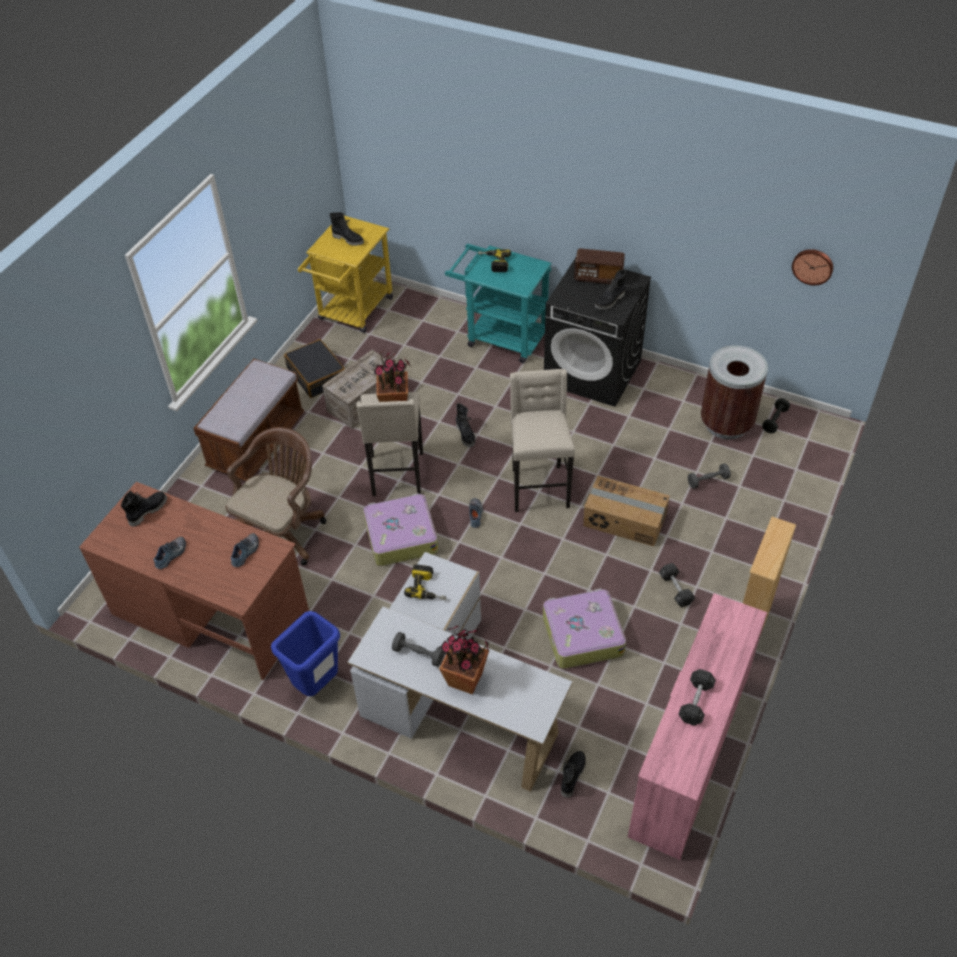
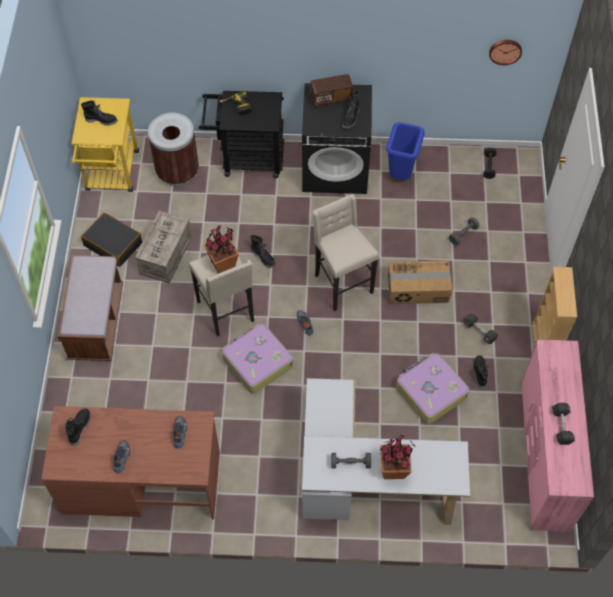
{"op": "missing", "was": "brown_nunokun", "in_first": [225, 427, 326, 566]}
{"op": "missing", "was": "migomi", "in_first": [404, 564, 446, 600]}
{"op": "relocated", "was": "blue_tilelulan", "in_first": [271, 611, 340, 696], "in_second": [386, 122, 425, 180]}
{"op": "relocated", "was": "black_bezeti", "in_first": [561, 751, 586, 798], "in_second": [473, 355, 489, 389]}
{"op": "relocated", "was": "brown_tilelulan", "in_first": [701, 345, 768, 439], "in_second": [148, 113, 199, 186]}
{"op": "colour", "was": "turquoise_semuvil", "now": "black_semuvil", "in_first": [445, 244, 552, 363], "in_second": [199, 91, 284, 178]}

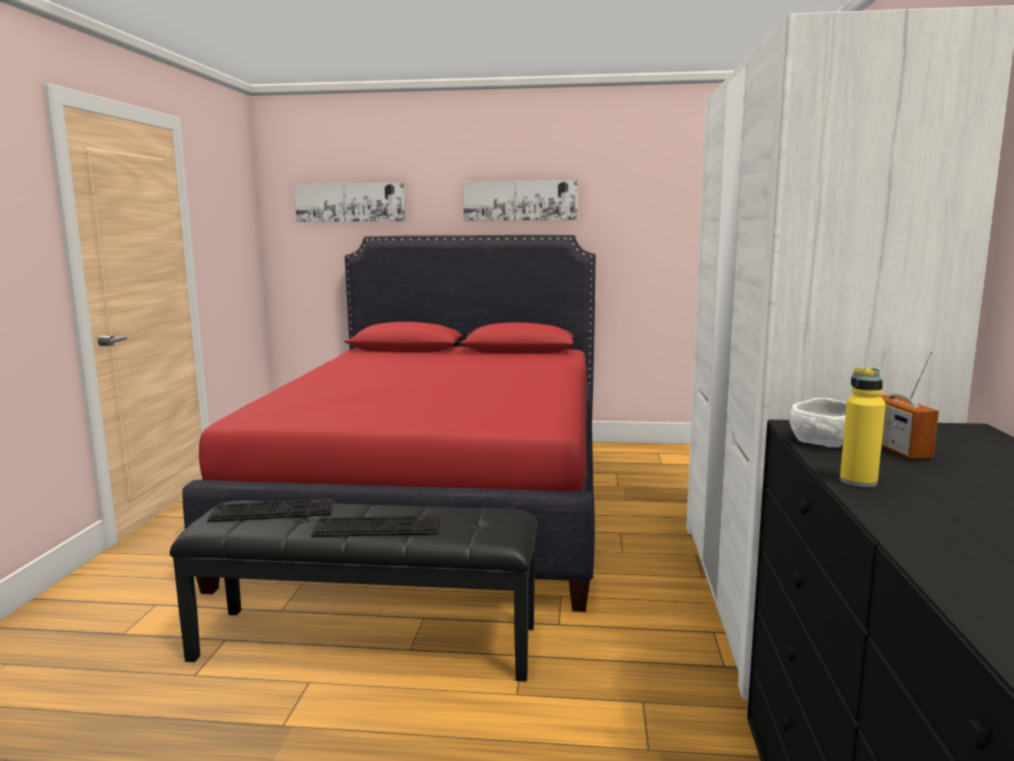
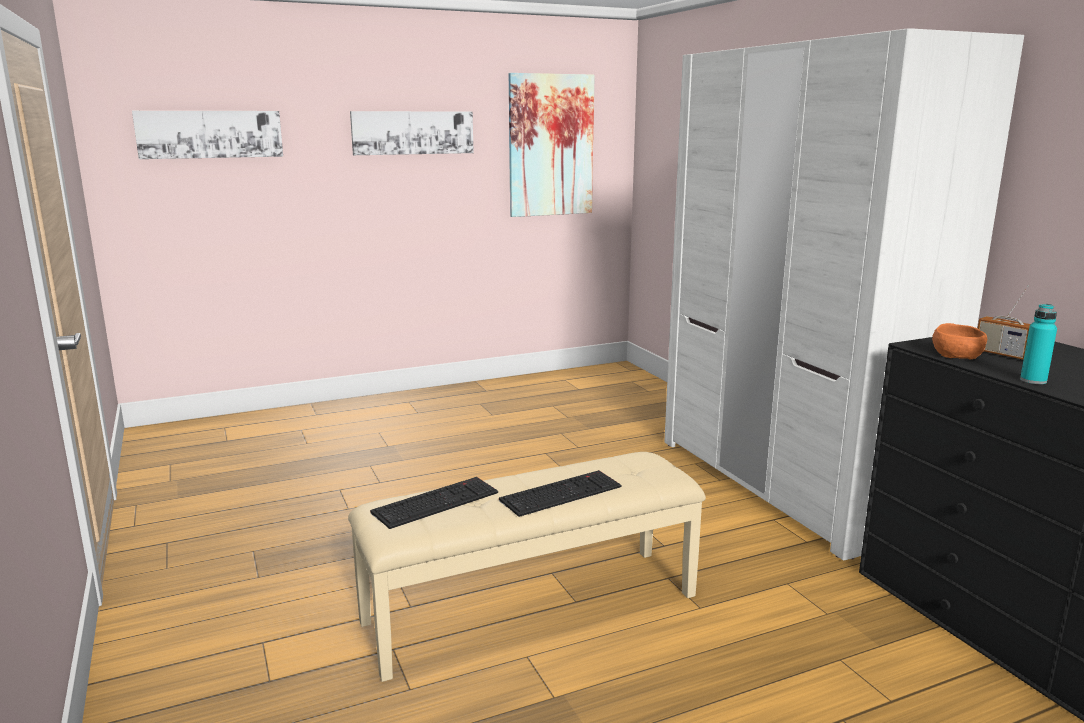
{"op": "missing", "was": "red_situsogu", "in_first": [183, 235, 596, 612]}
{"op": "appeared", "now": "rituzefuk", "in_second": [509, 73, 595, 217]}
{"op": "colour", "was": "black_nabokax", "now": "beige_nabokax", "in_first": [170, 501, 537, 681], "in_second": [348, 452, 706, 682]}
{"op": "colour", "was": "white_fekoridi", "now": "orange_fekoridi", "in_first": [789, 398, 847, 448], "in_second": [932, 323, 987, 359]}
{"op": "colour", "was": "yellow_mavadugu", "now": "turquoise_mavadugu", "in_first": [840, 368, 886, 487], "in_second": [1020, 304, 1057, 384]}

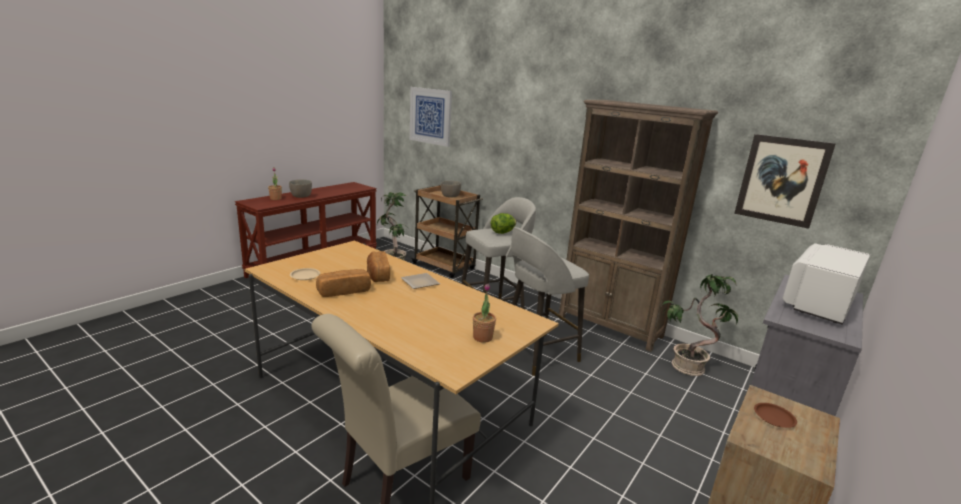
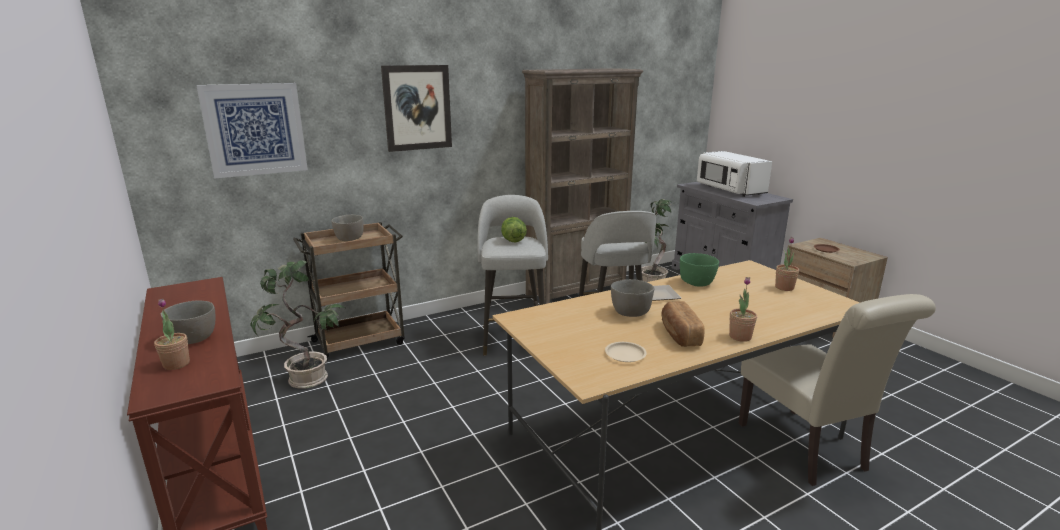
{"op": "appeared", "now": "green_fekoridi", "in_second": [680, 253, 719, 287]}
{"op": "appeared", "now": "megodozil", "in_second": [729, 277, 757, 342]}
{"op": "relocated", "was": "rituzefuk", "in_first": [734, 134, 836, 229], "in_second": [381, 65, 452, 152]}
{"op": "exchanged", "was": "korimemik", "now": "grey_fekoridi", "in_first": [367, 251, 390, 282], "in_second": [611, 279, 654, 317]}

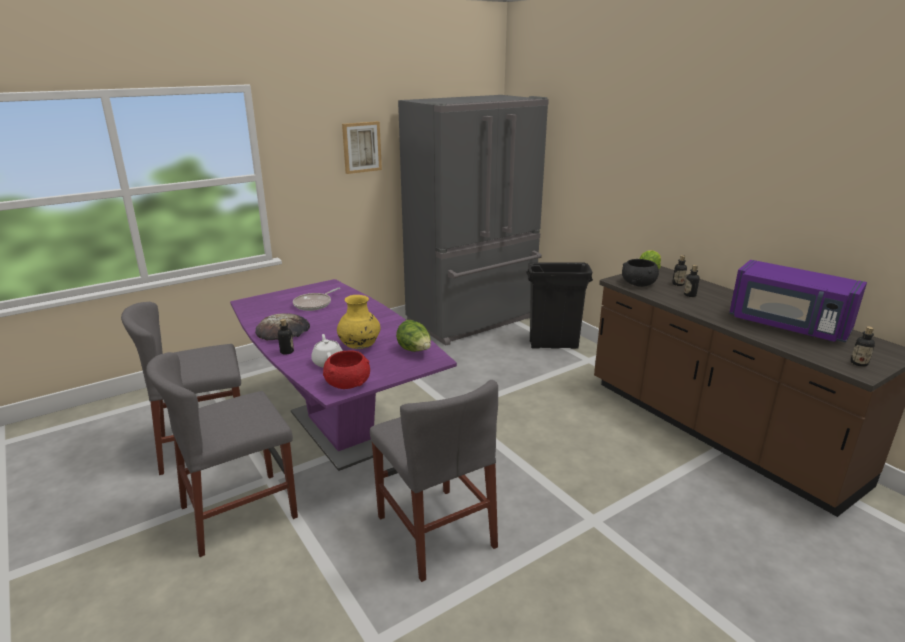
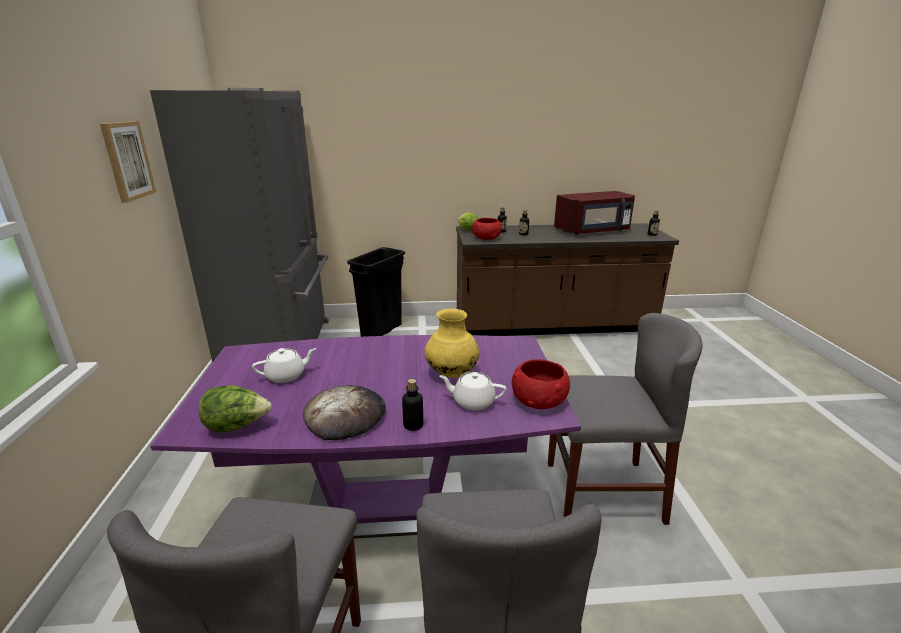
{"op": "relocated", "was": "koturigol", "in_first": [396, 320, 431, 352], "in_second": [199, 386, 272, 432]}
{"op": "exchanged", "was": "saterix", "now": "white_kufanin", "in_first": [293, 287, 341, 311], "in_second": [252, 348, 316, 383]}
{"op": "colour", "was": "black_fekoridi", "now": "red_fekoridi", "in_first": [622, 259, 659, 287], "in_second": [472, 218, 502, 240]}
{"op": "colour", "was": "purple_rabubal", "now": "red_rabubal", "in_first": [729, 260, 867, 342], "in_second": [554, 191, 635, 235]}

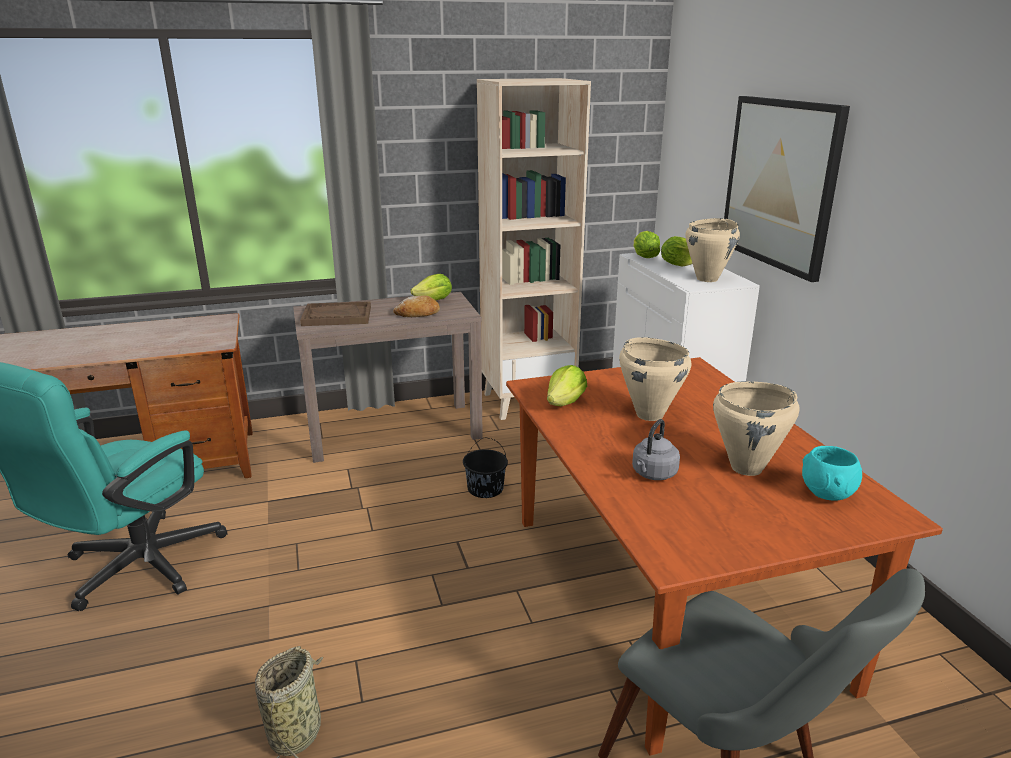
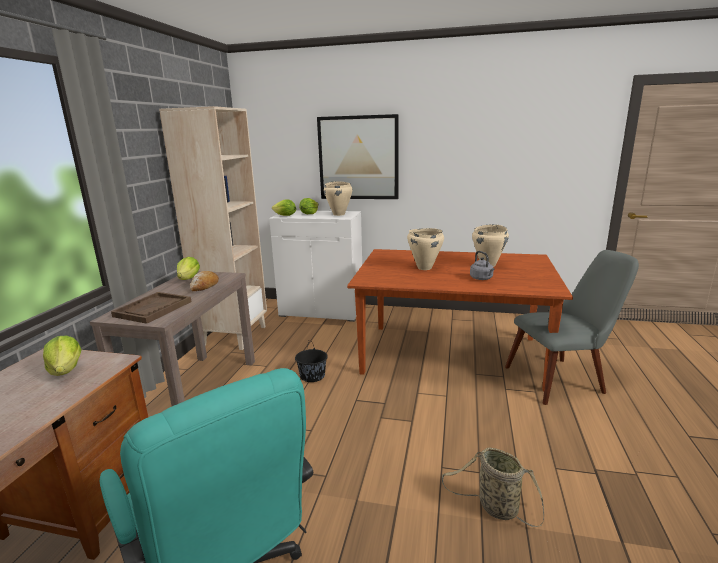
{"op": "missing", "was": "turquoise_fekoridi", "in_first": [802, 446, 862, 501]}
{"op": "relocated", "was": "koturigol", "in_first": [547, 365, 587, 406], "in_second": [43, 336, 81, 376]}

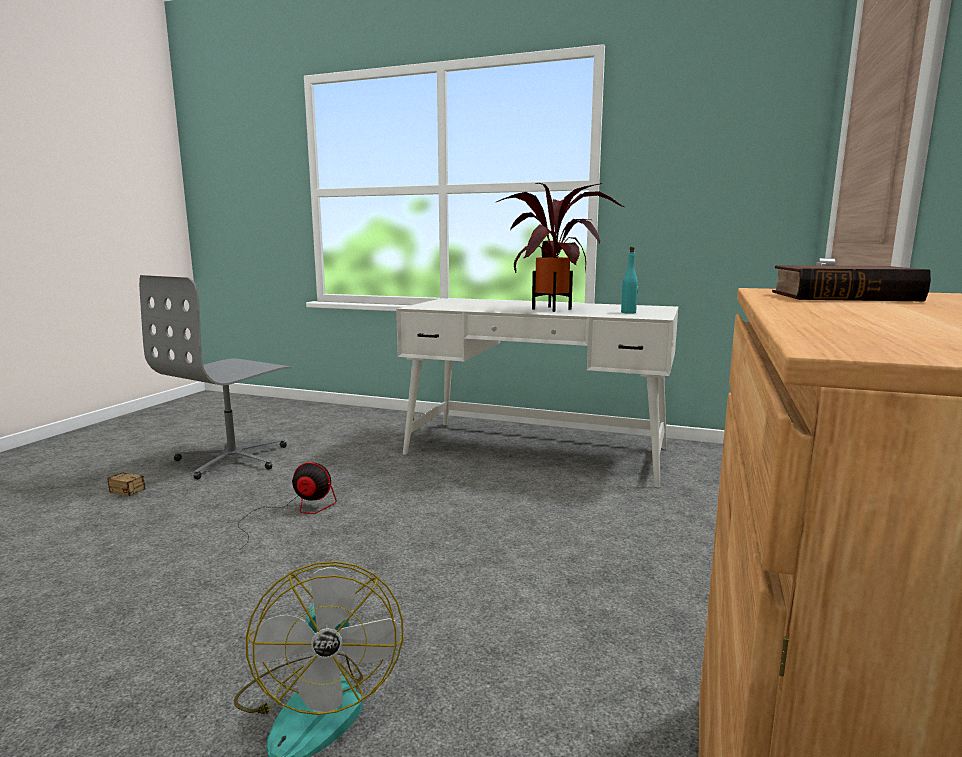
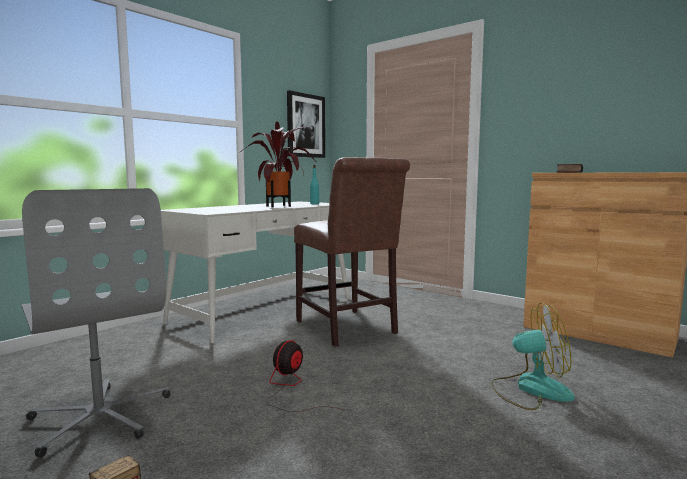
{"op": "appeared", "now": "rituzefuk", "in_second": [287, 90, 325, 158]}
{"op": "appeared", "now": "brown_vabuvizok", "in_second": [294, 157, 410, 347]}

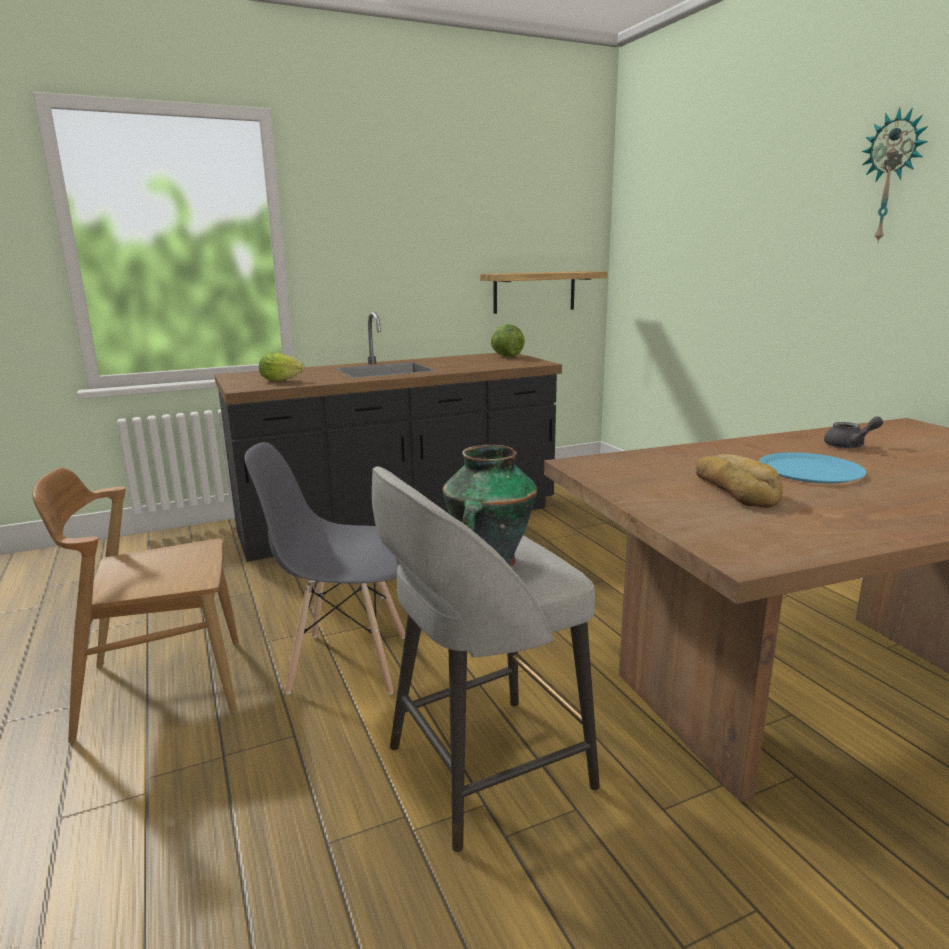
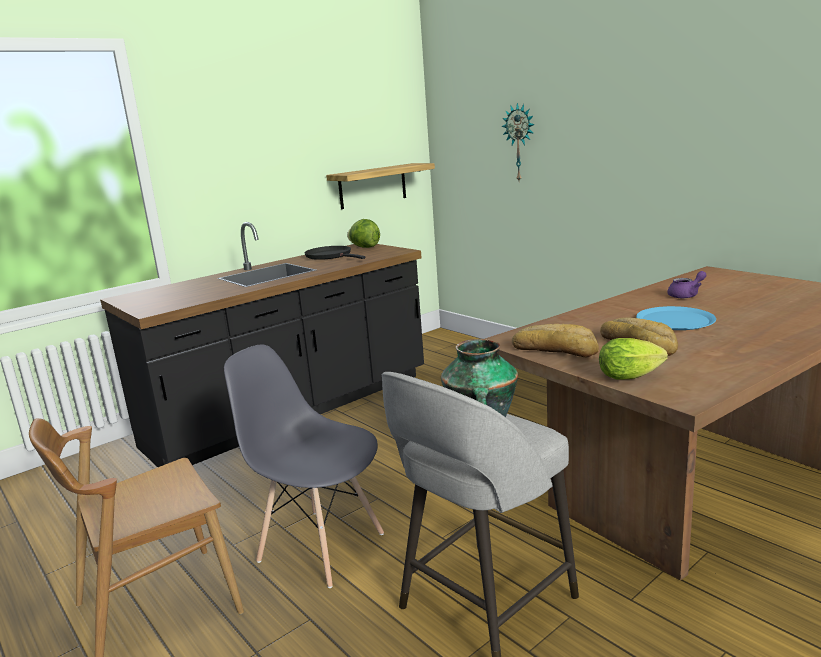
{"op": "appeared", "now": "black_saterix", "in_second": [304, 246, 365, 260]}
{"op": "appeared", "now": "korimemik", "in_second": [512, 324, 599, 357]}
{"op": "relocated", "was": "koturigol", "in_first": [259, 352, 304, 381], "in_second": [599, 338, 668, 380]}
{"op": "relocated", "was": "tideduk", "in_first": [861, 107, 928, 244], "in_second": [502, 102, 535, 181]}
{"op": "colour", "was": "grey_kufanin", "now": "purple_kufanin", "in_first": [824, 416, 883, 449], "in_second": [667, 271, 707, 298]}
{"op": "spun", "was": "grey_vabuvizok", "in_first": [245, 442, 405, 695], "in_second": [224, 344, 384, 588], "clockwise": 45}

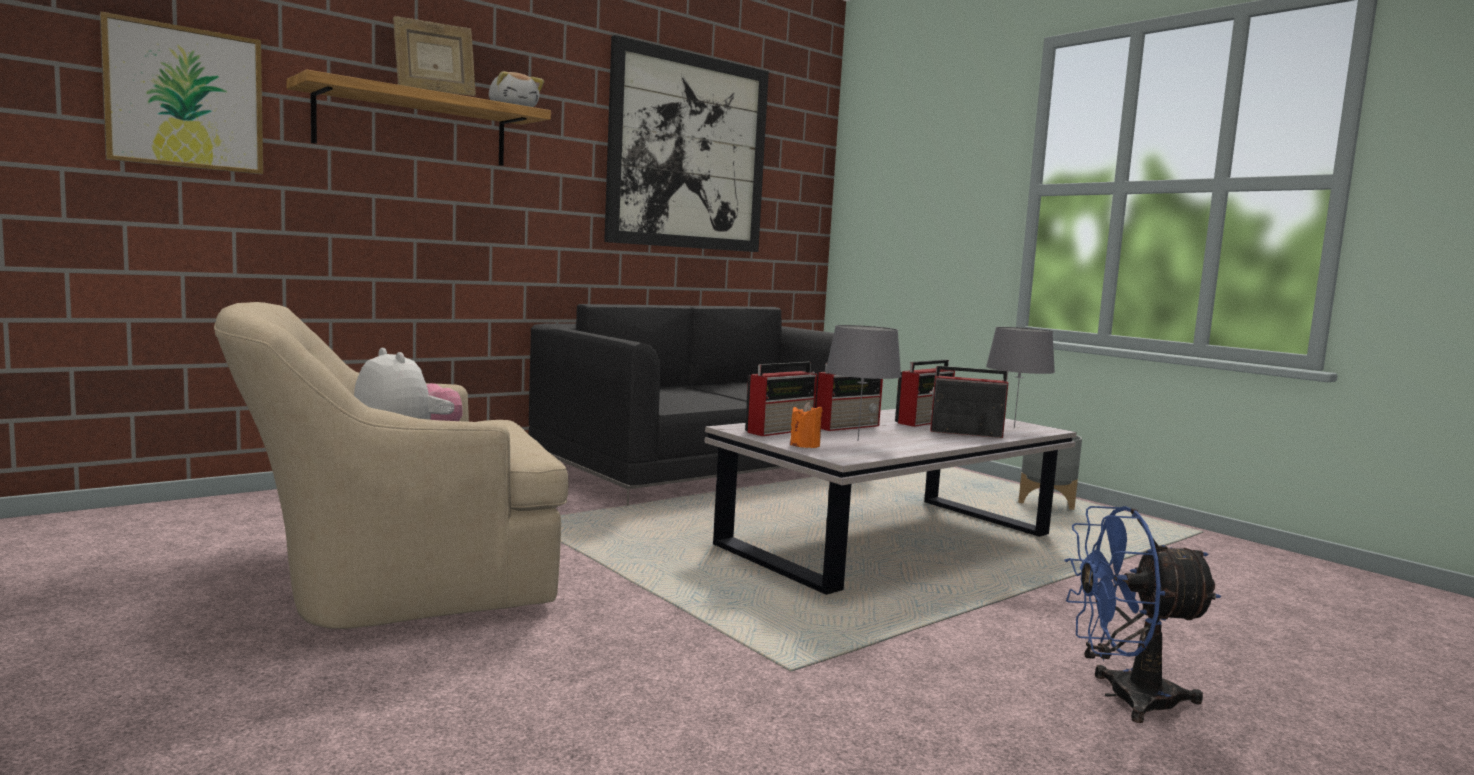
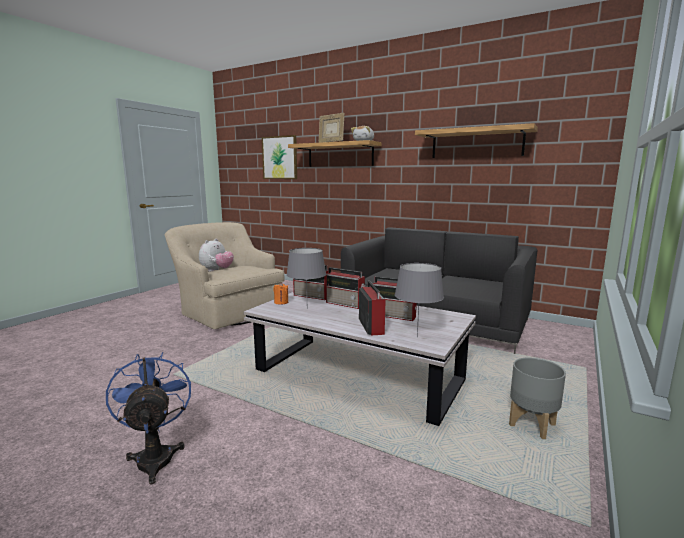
{"op": "exchanged", "was": "rituzefuk", "now": "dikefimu", "in_first": [604, 35, 769, 252], "in_second": [415, 123, 538, 158]}

